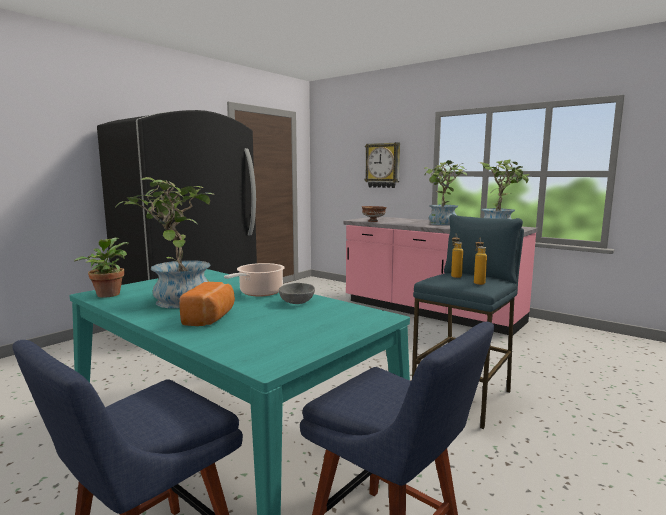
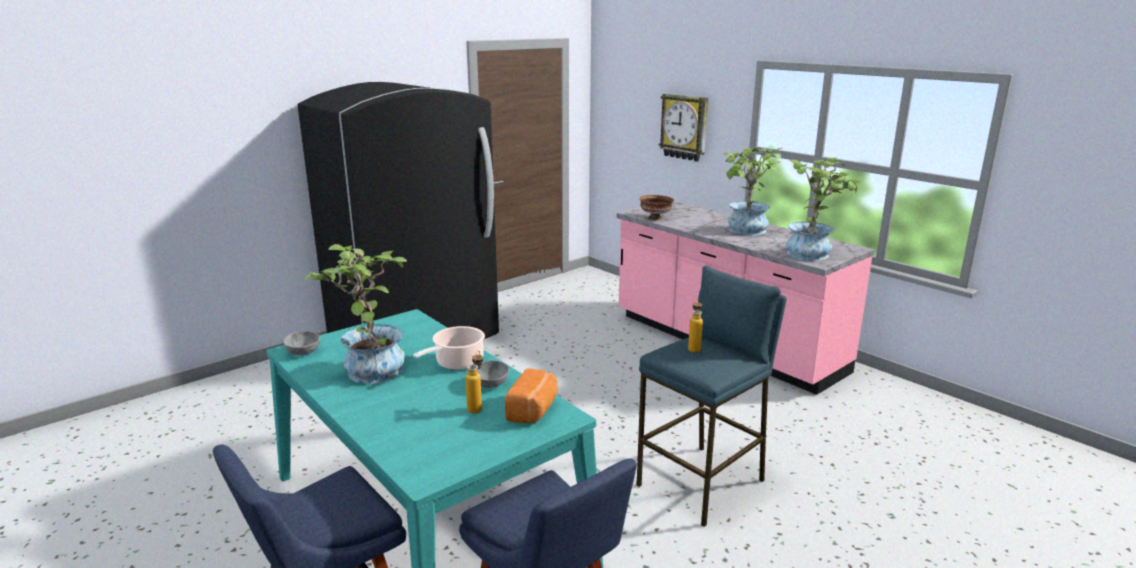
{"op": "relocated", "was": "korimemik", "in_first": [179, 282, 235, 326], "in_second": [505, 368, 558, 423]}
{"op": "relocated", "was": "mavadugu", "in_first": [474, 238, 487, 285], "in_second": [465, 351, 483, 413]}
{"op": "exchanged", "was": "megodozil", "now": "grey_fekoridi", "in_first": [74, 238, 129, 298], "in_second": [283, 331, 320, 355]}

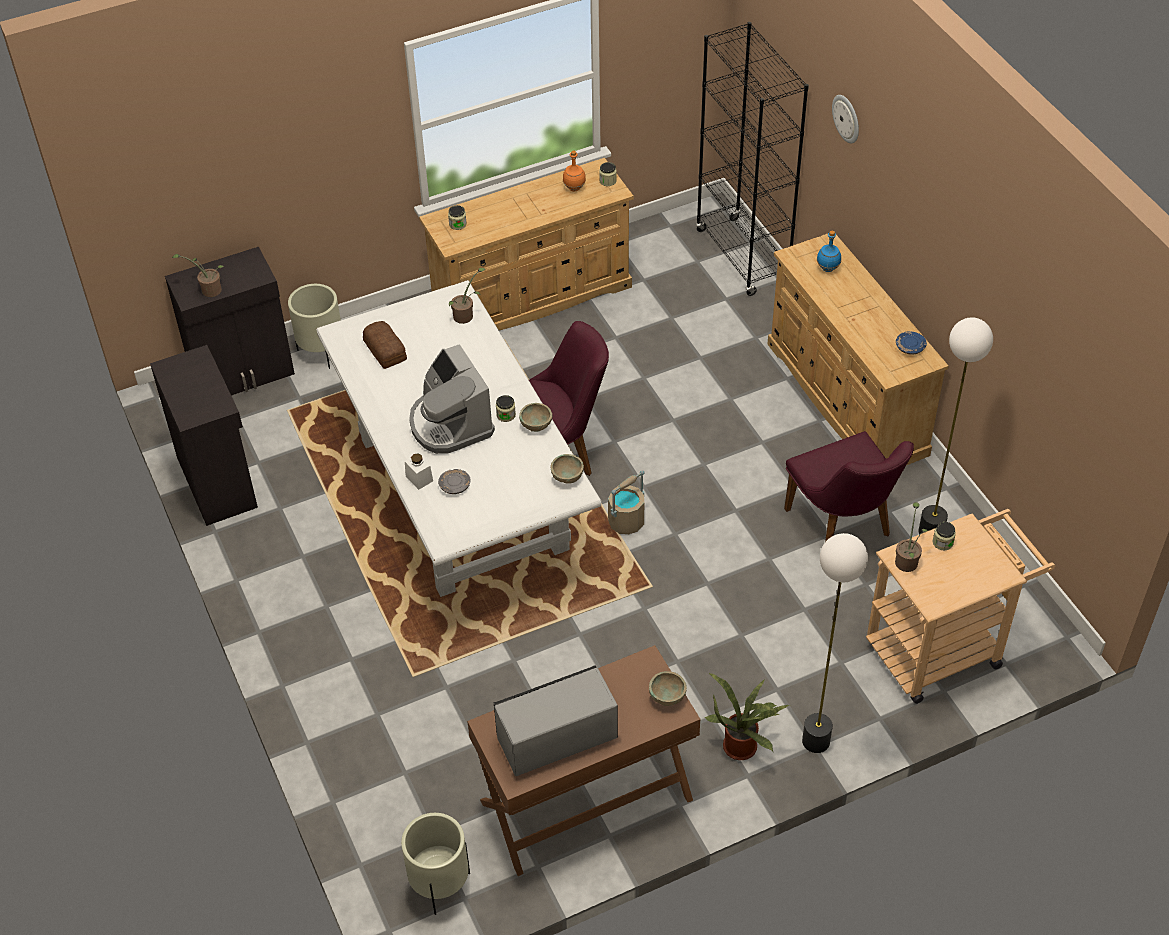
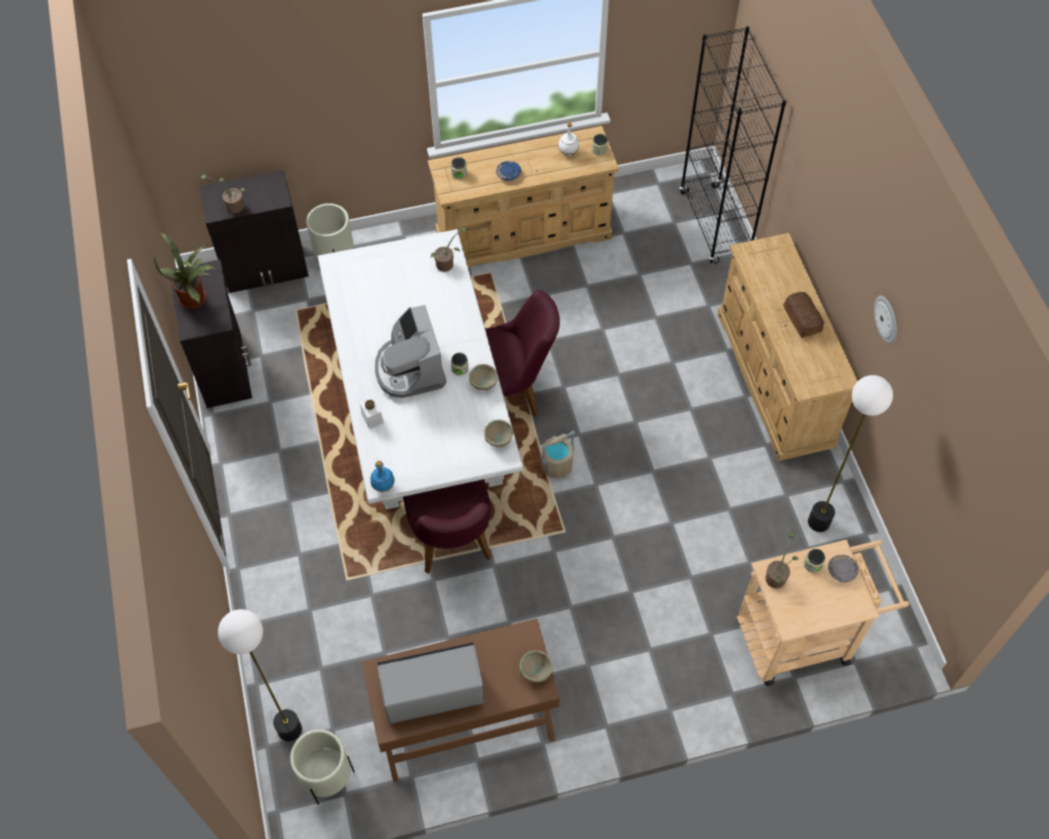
{"op": "relocated", "was": "korimemik", "in_first": [363, 321, 407, 369], "in_second": [783, 292, 824, 338]}
{"op": "relocated", "was": "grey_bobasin", "in_first": [438, 469, 471, 494], "in_second": [828, 555, 858, 582]}
{"op": "relocated", "was": "megodozil", "in_first": [704, 672, 789, 760], "in_second": [153, 233, 215, 309]}
{"op": "relocated", "was": "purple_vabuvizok", "in_first": [784, 431, 914, 542], "in_second": [403, 479, 492, 574]}
{"op": "relocated", "was": "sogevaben", "in_first": [802, 533, 868, 753], "in_second": [218, 609, 302, 741]}
{"op": "relocated", "was": "blue_mavadugu", "in_first": [817, 231, 841, 272], "in_second": [370, 461, 395, 492]}
{"op": "relocated", "was": "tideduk", "in_first": [832, 95, 859, 143], "in_second": [874, 296, 897, 344]}
{"op": "relocated", "was": "blue_bobasin", "in_first": [896, 331, 927, 354], "in_second": [496, 161, 521, 181]}
{"op": "colour", "was": "orange_mavadugu", "now": "white_mavadugu", "in_first": [563, 151, 586, 191], "in_second": [558, 122, 579, 156]}

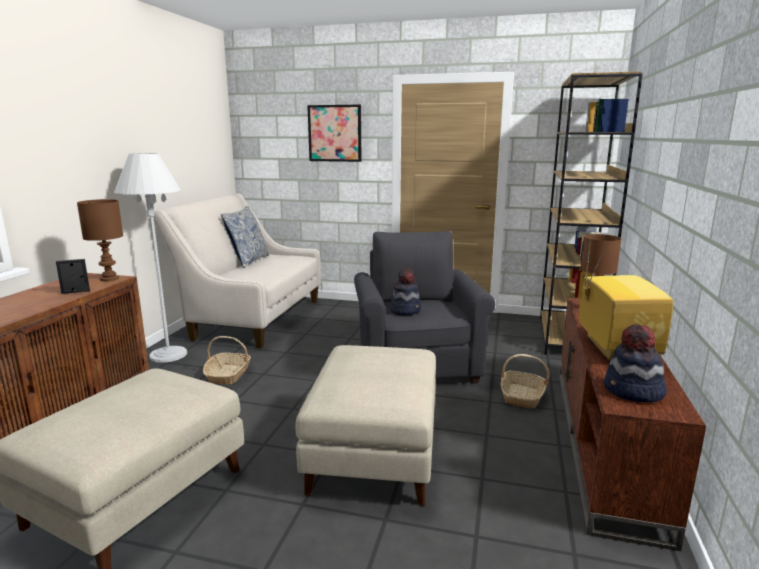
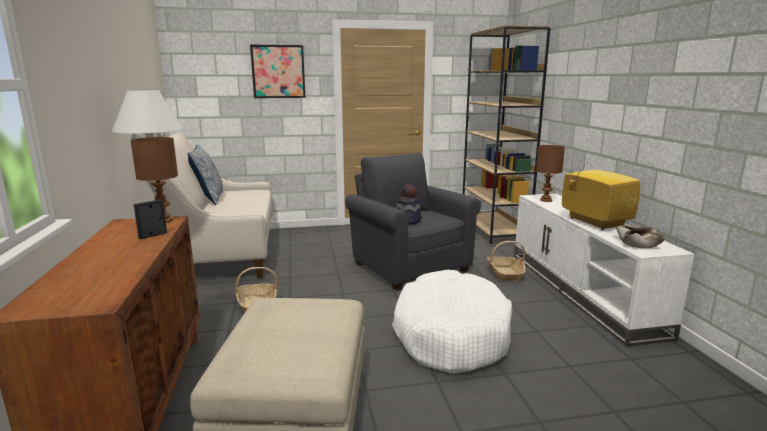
{"op": "exchanged", "was": "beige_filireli", "now": "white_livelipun", "in_first": [296, 345, 436, 505], "in_second": [392, 270, 512, 374]}
{"op": "exchanged", "was": "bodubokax", "now": "beige_fekoridi", "in_first": [604, 324, 667, 403], "in_second": [616, 225, 666, 248]}
{"op": "colour", "was": "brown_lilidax", "now": "white_lilidax", "in_first": [559, 298, 706, 551], "in_second": [514, 194, 695, 346]}

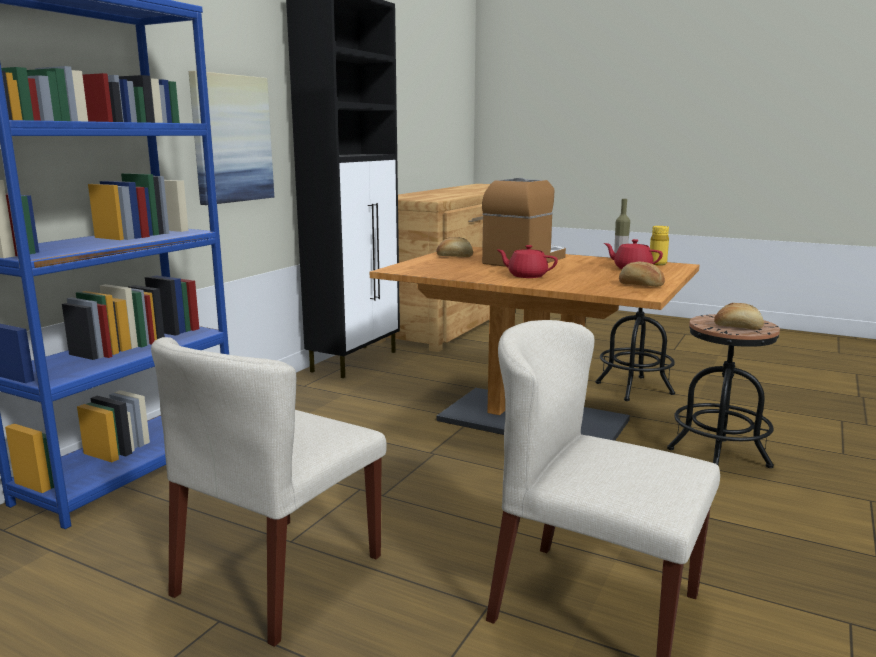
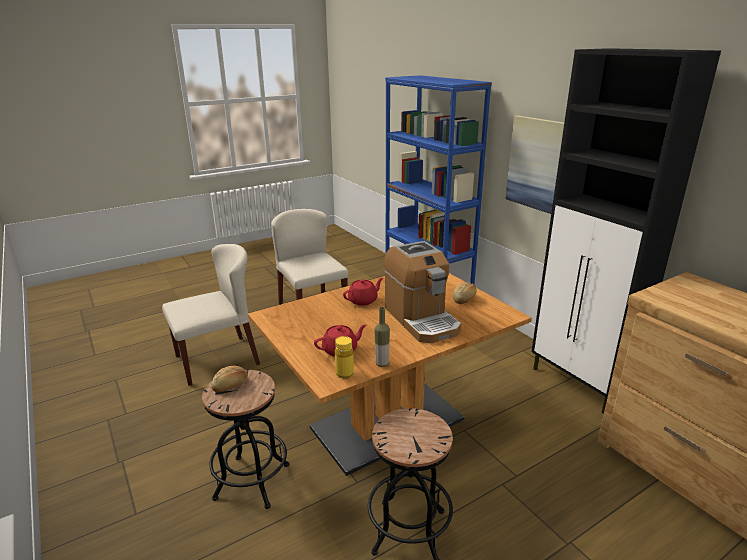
{"op": "missing", "was": "korimemik", "in_first": [619, 261, 665, 287]}

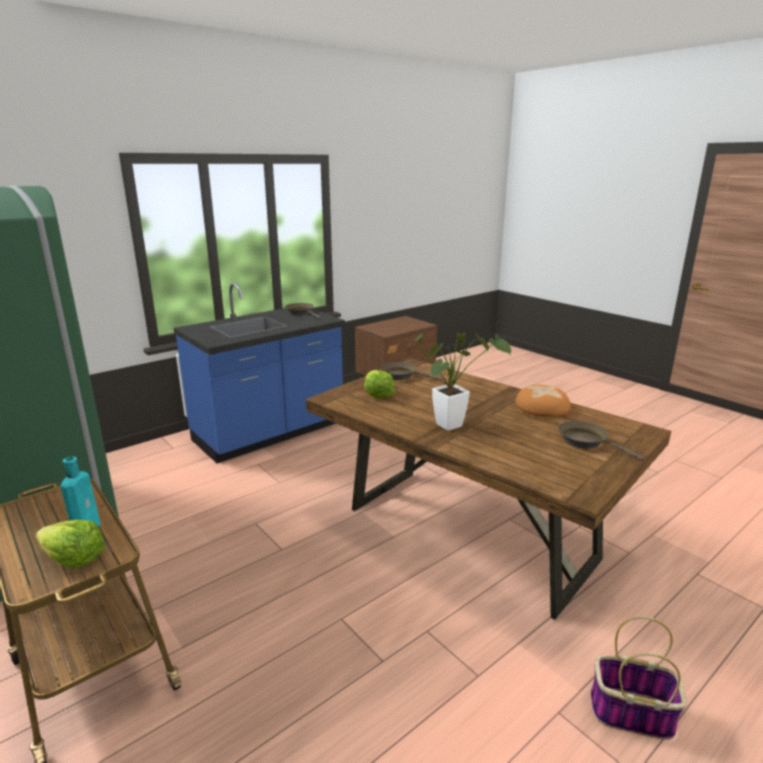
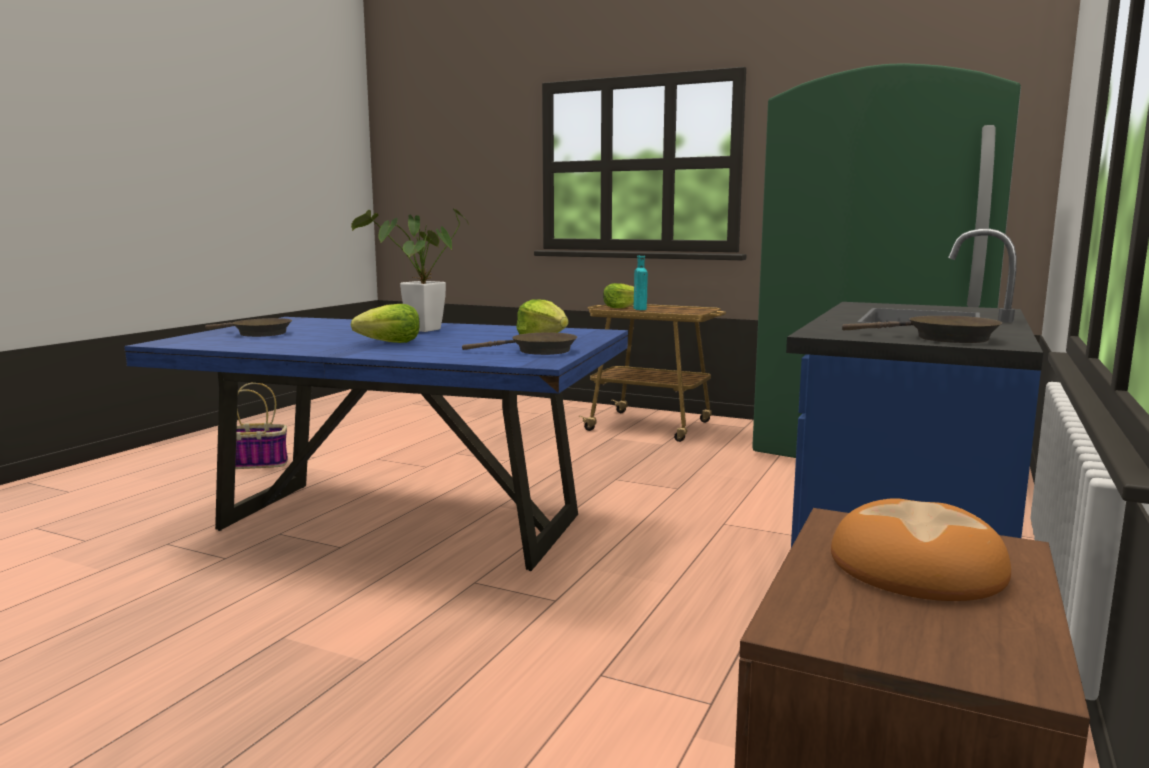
{"op": "appeared", "now": "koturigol", "in_second": [351, 304, 420, 343]}
{"op": "relocated", "was": "korimemik", "in_first": [516, 385, 571, 417], "in_second": [831, 498, 1011, 601]}
{"op": "colour", "was": "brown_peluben", "now": "blue_peluben", "in_first": [306, 358, 671, 620], "in_second": [124, 317, 628, 571]}

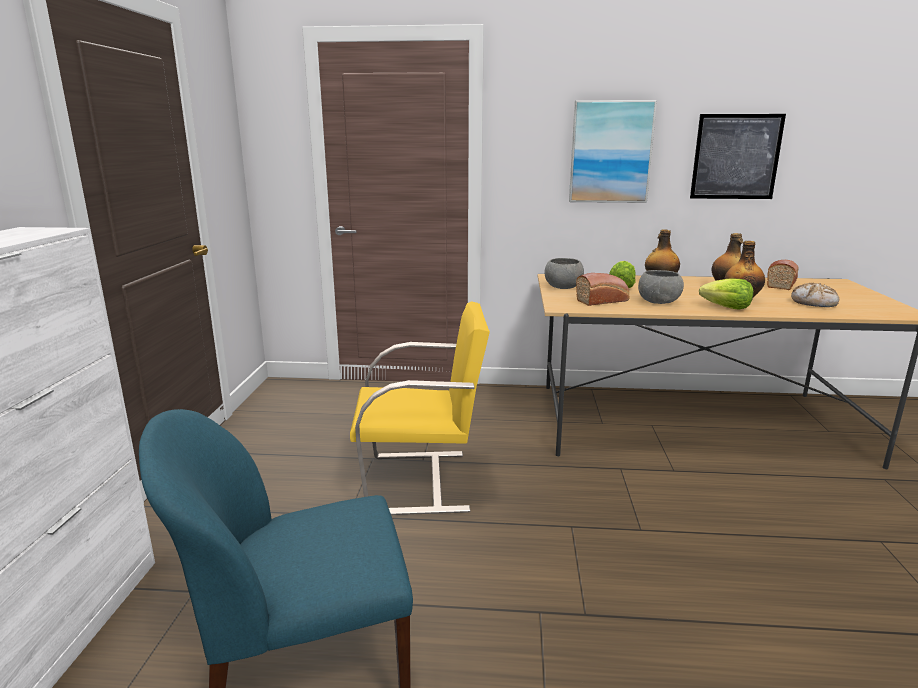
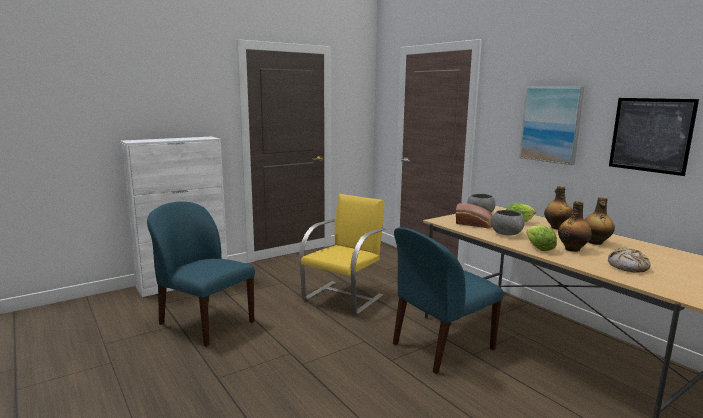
{"op": "missing", "was": "korimemik", "in_first": [767, 260, 798, 290]}
{"op": "appeared", "now": "blue_vabuvizok", "in_second": [393, 227, 504, 374]}
{"op": "spun", "was": "yellow_vabuvizok", "in_first": [350, 301, 490, 515], "in_second": [299, 194, 386, 315], "clockwise": -105}

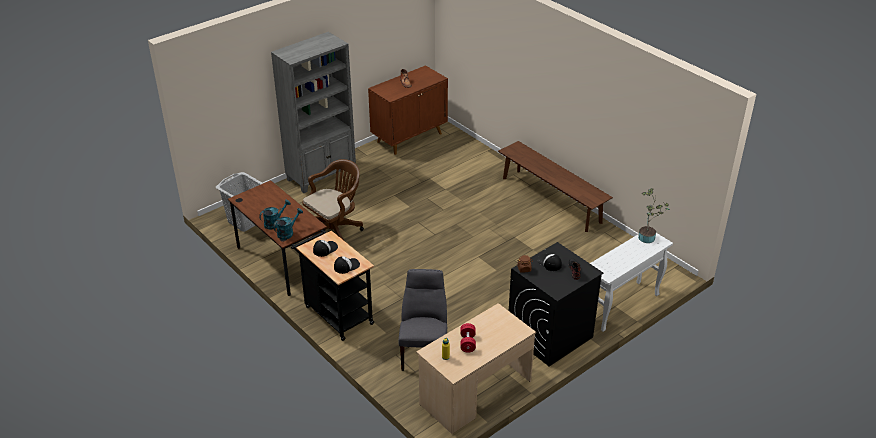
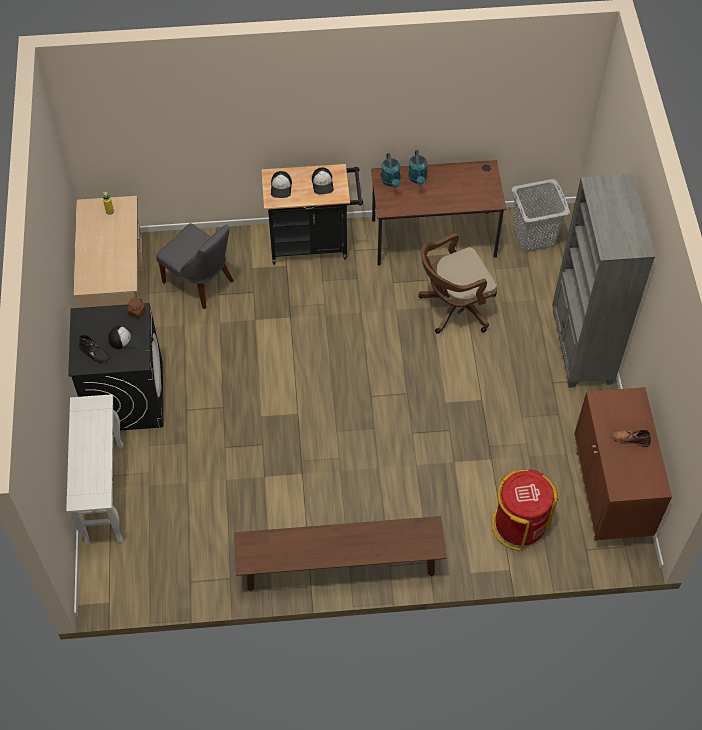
{"op": "missing", "was": "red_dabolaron", "in_first": [460, 323, 476, 353]}
{"op": "missing", "was": "megodozil", "in_first": [638, 188, 670, 243]}
{"op": "appeared", "now": "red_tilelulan", "in_second": [492, 469, 558, 551]}
{"op": "spun", "was": "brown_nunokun", "in_first": [302, 159, 364, 242], "in_second": [418, 233, 497, 334], "clockwise": 75}

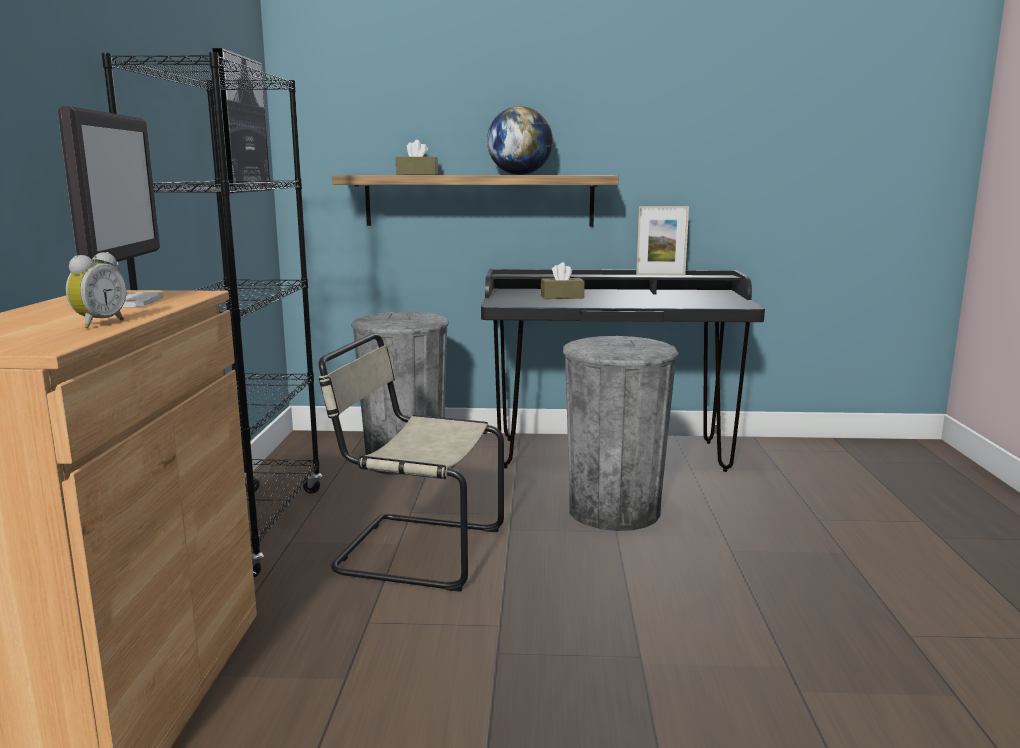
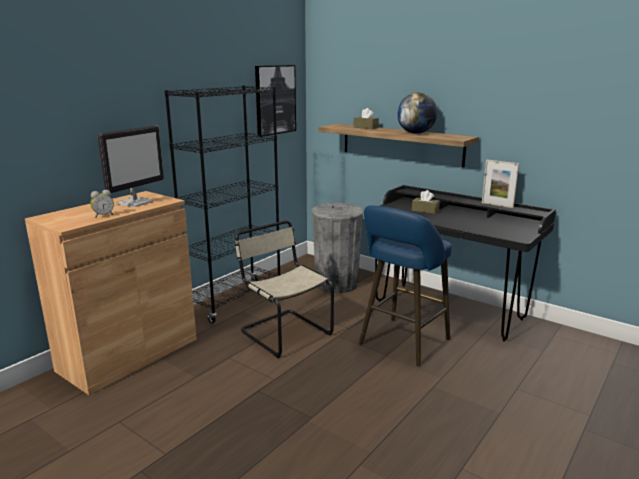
{"op": "exchanged", "was": "grey_tilelulan", "now": "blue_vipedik", "in_first": [563, 336, 678, 531], "in_second": [359, 205, 452, 367]}

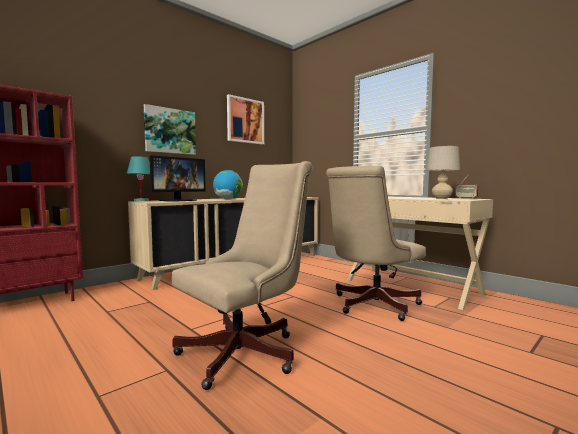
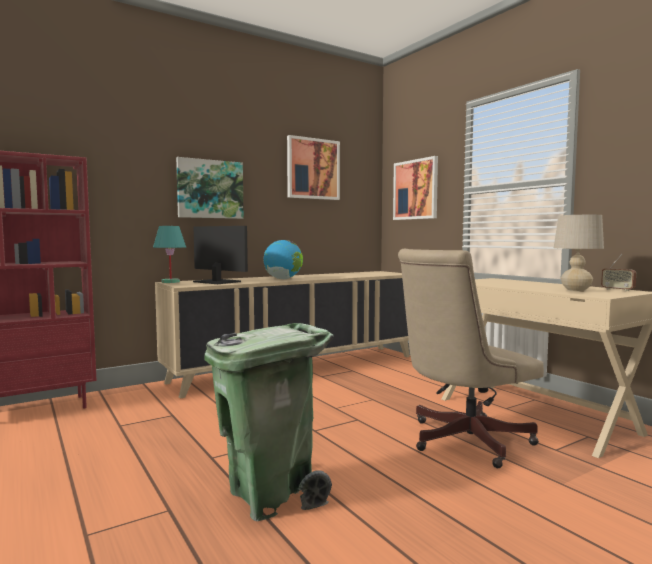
{"op": "appeared", "now": "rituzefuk", "in_second": [393, 156, 438, 220]}
{"op": "exchanged", "was": "beige_nunokun", "now": "green_tilelulan", "in_first": [172, 161, 313, 390], "in_second": [204, 323, 334, 521]}
{"op": "spun", "was": "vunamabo", "in_first": [149, 156, 206, 202], "in_second": [193, 226, 248, 284], "clockwise": -105}

